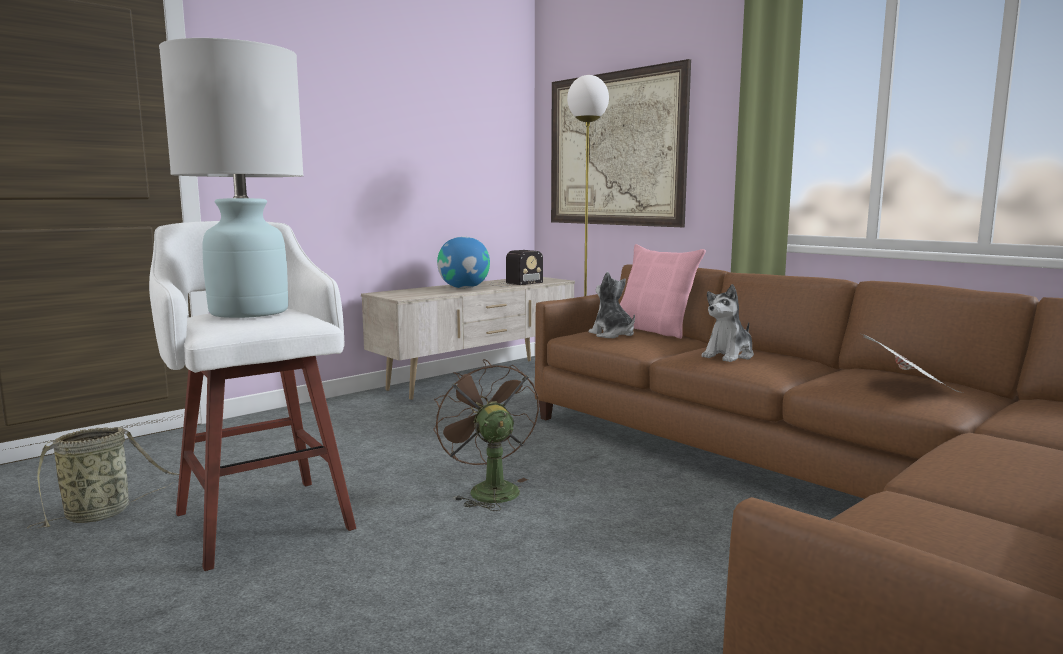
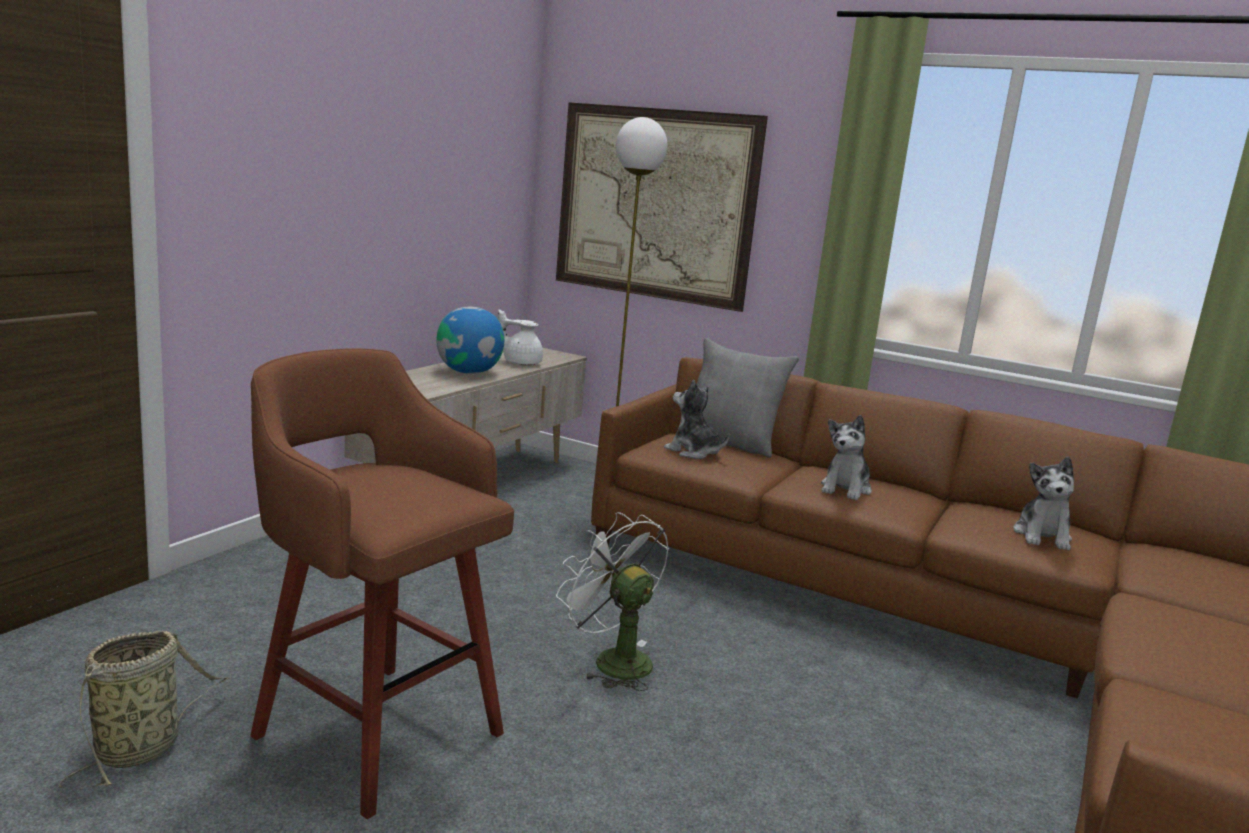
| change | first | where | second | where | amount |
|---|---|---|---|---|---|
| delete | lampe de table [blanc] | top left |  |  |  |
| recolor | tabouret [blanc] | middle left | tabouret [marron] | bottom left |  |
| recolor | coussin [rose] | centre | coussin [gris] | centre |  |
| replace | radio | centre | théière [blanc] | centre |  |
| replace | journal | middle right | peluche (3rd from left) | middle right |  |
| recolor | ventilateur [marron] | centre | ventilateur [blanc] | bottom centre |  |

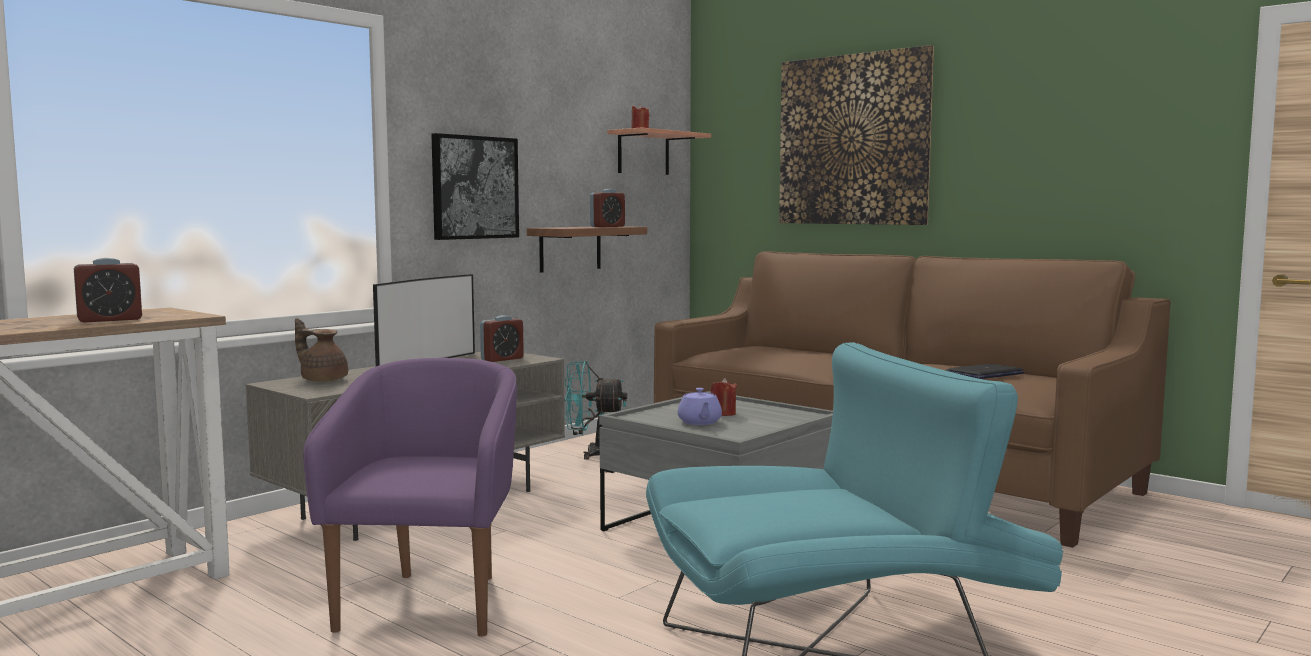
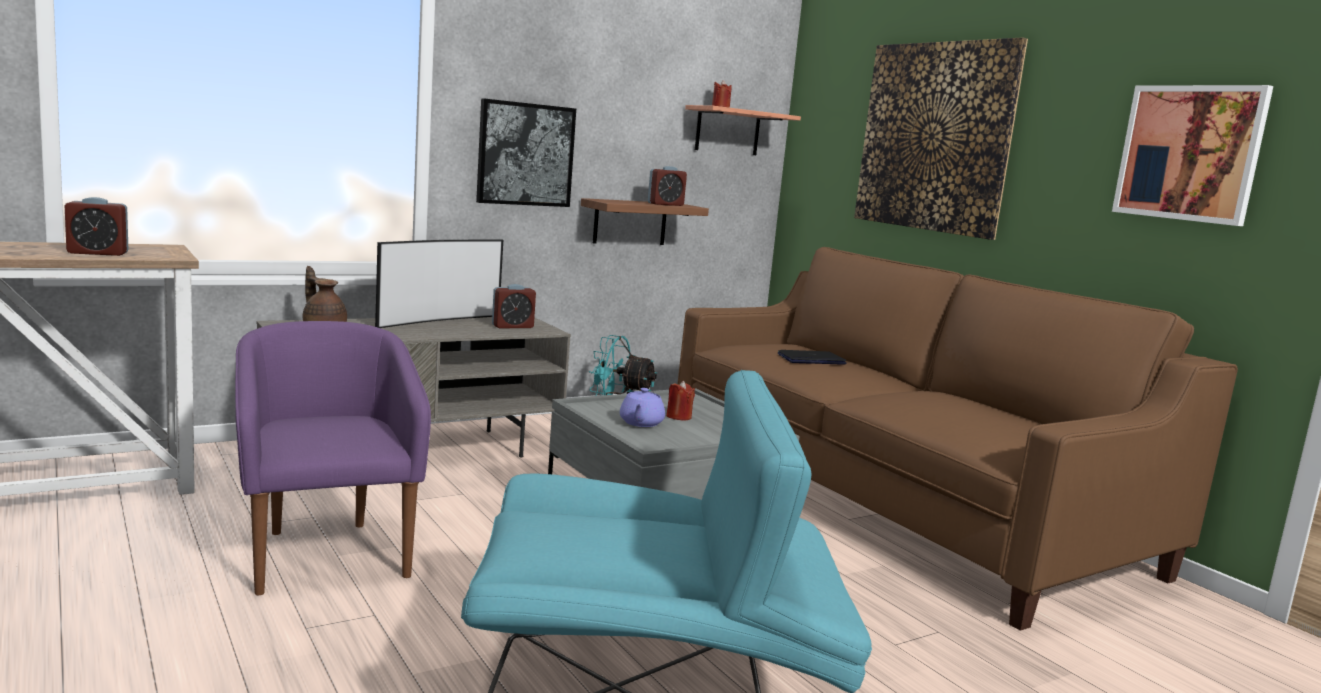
| change | first | where | second | where | amount |
|---|---|---|---|---|---|
| rotate | fauteuil [violet] | bottom left |  | middle left | 45 degrees counterclockwise |
| move | ordinateur portable | middle right |  | centre |  |
| insert |  |  | tableau (3rd from left) | top right |  |

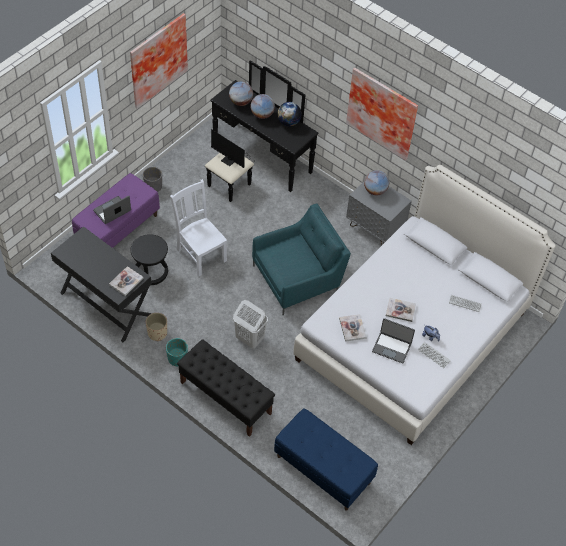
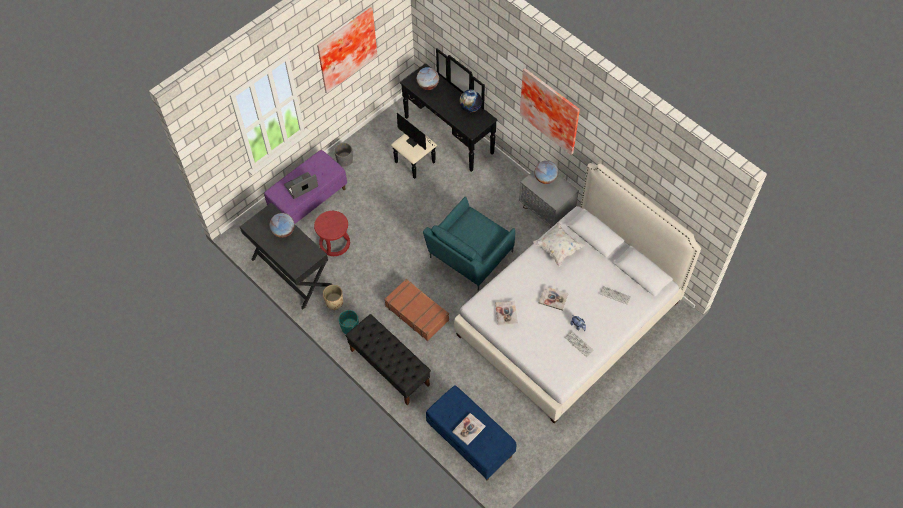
| change | first | where | second | where | amount |
|---|---|---|---|---|---|
| move | globe (2nd from left in the first image) | top centre | globe (1st from left) | middle left |  |
| delete | chaise [blanc] | centre |  |  |  |
| rotate | fauteuil [turquoise] | centre |  | centre | 150 degrees clockwise |
| recolor | tabouret [noir] | middle left | tabouret [rouge] | centre |  |
| move | livre (1st from left) | middle left |  | bottom centre |  |
| replace | panier à linge [blanc] | centre | valise [marron] | centre |  |
| delete | ordinateur portable (2nd from left) | middle right |  |  |  |
| insert |  |  | coussin [blanc] | centre |  |

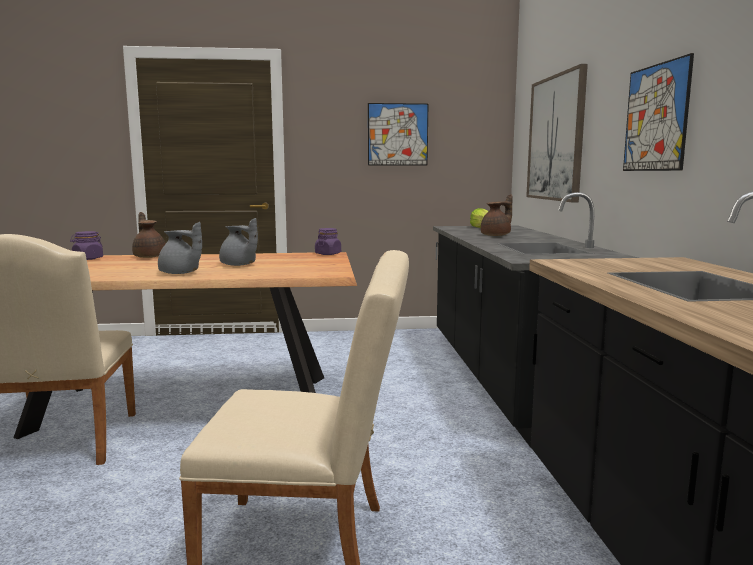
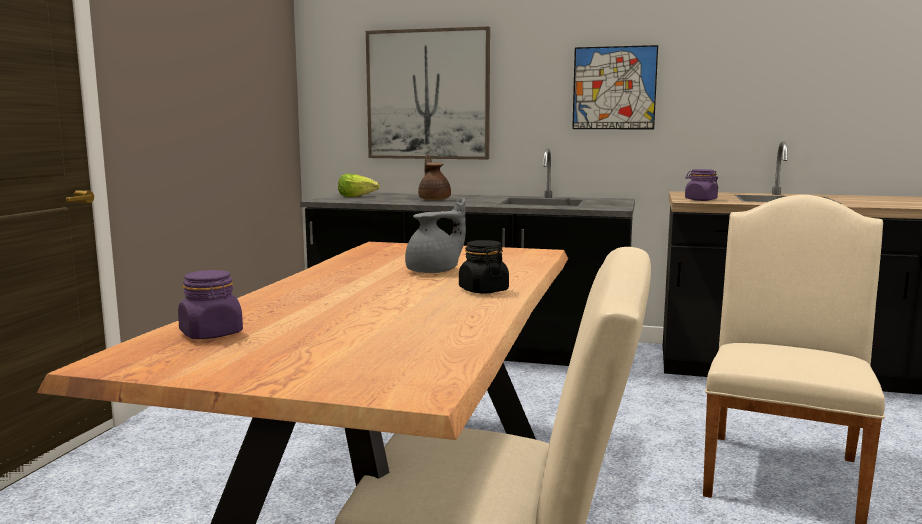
| change | first | where | second | where | amount |
|---|---|---|---|---|---|
| delete | tableau (1st from left) | top centre |  |  |  |
| delete | théière [marron] (1st from left) | middle left |  |  |  |
| replace | théière [gris] (1st from left) | middle left | bocal [noir] | centre |  |
| move | bocal [violet] (2nd from left) | centre |  | middle right |  |

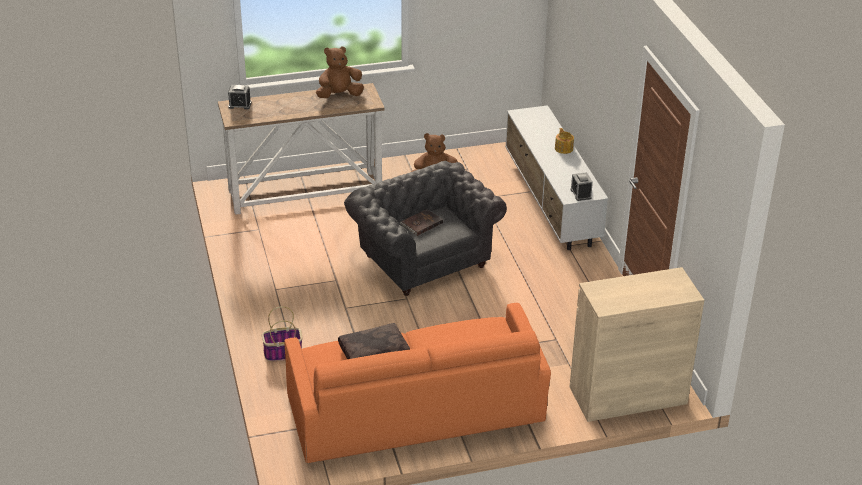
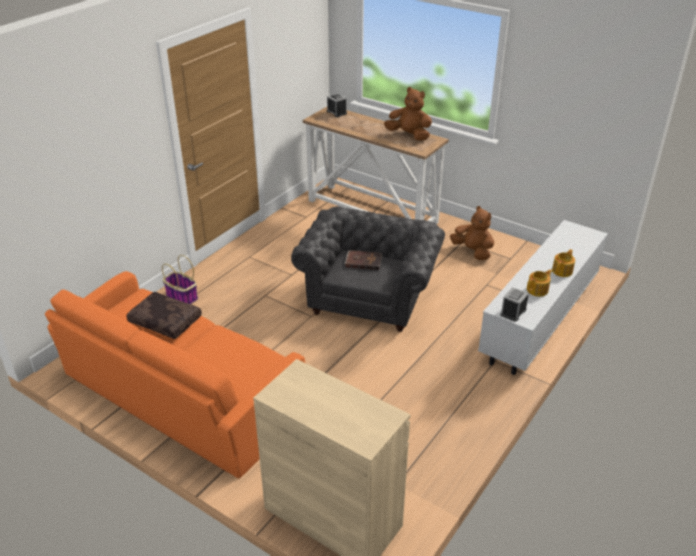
| change | first | where | second | where | amount |
|---|---|---|---|---|---|
| insert |  |  | théière (1st from left) | middle right |  |

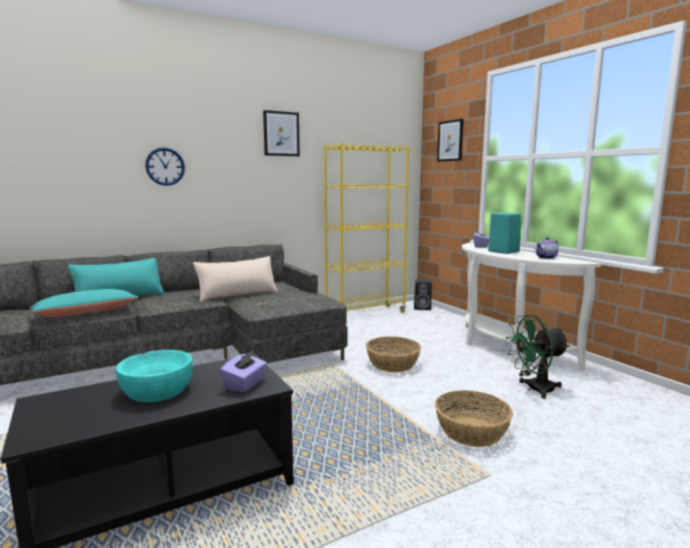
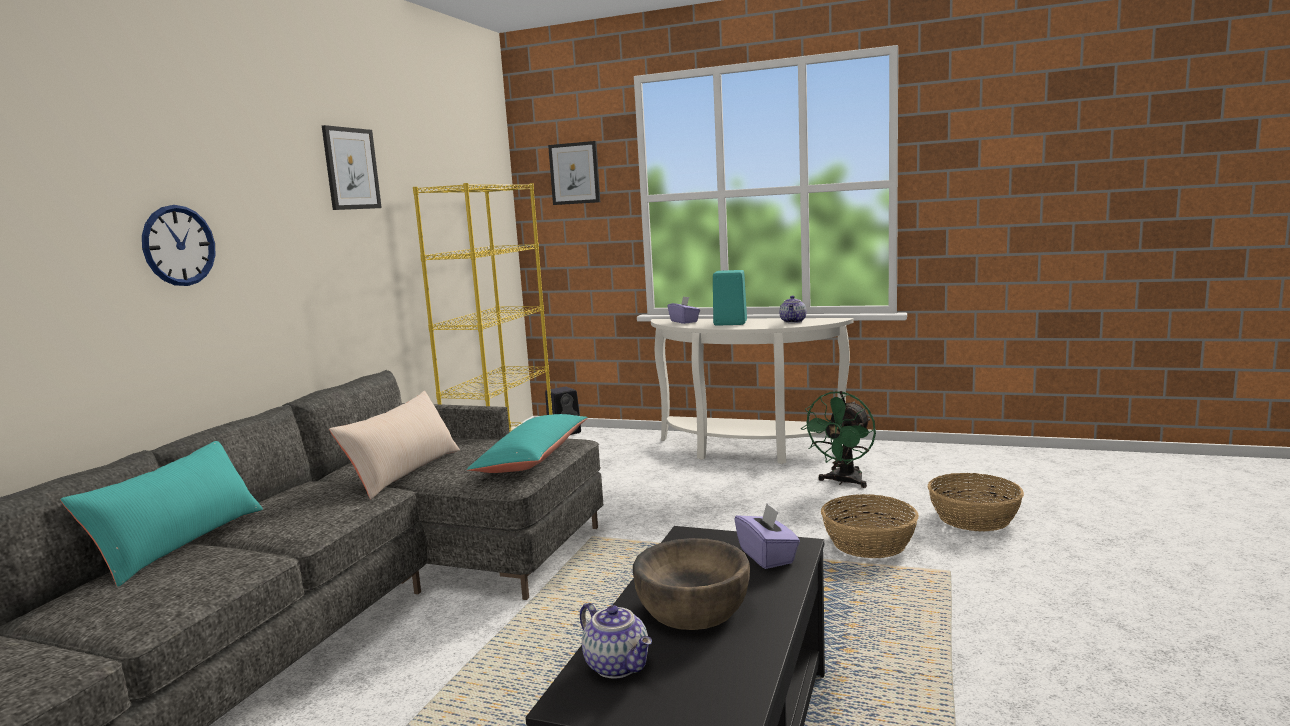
| change | first | where | second | where | amount |
|---|---|---|---|---|---|
| move | coussin [turquoise] (1st from left in the first image) | middle left | coussin [turquoise] (2nd from left) | centre |  |
| move | panier (1st from left in the first image) | centre | panier (2nd from left) | bottom right |  |
| recolor | bol [turquoise] | bottom left | bol [marron] | bottom centre |  |
| insert |  |  | théière (1st from left) | bottom centre |  |

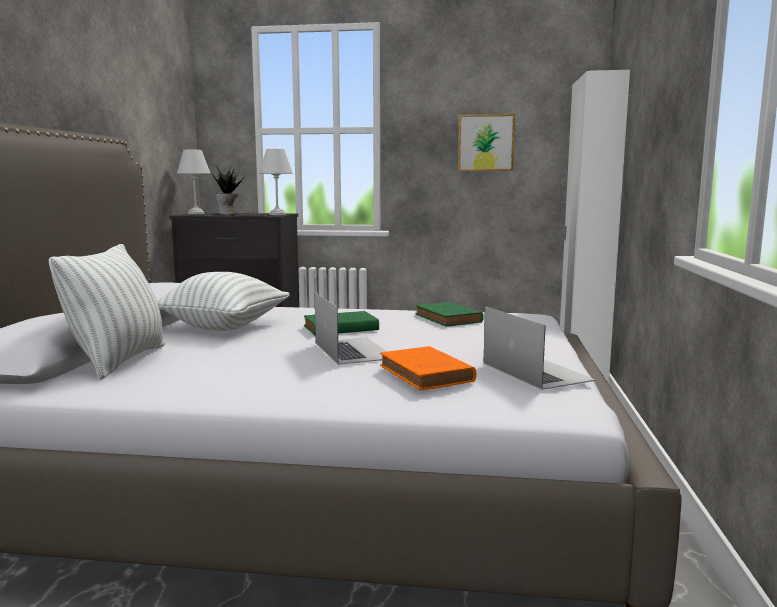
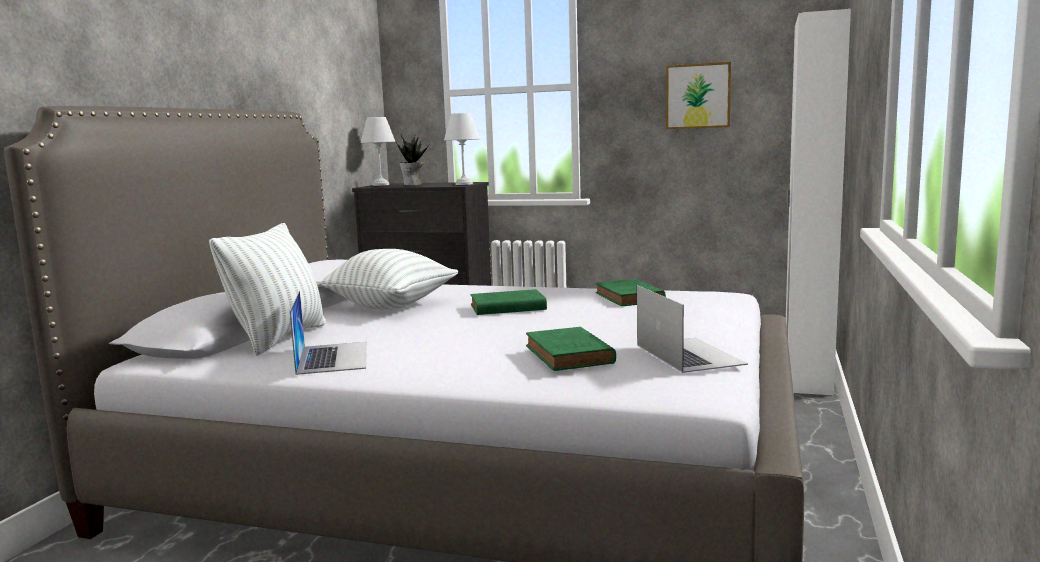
| change | first | where | second | where | amount |
|---|---|---|---|---|---|
| move | ordinateur portable (1st from left) | centre |  | middle left |  |
| recolor | livre [orange] | centre | livre [vert] (2nd from left) | centre |  |

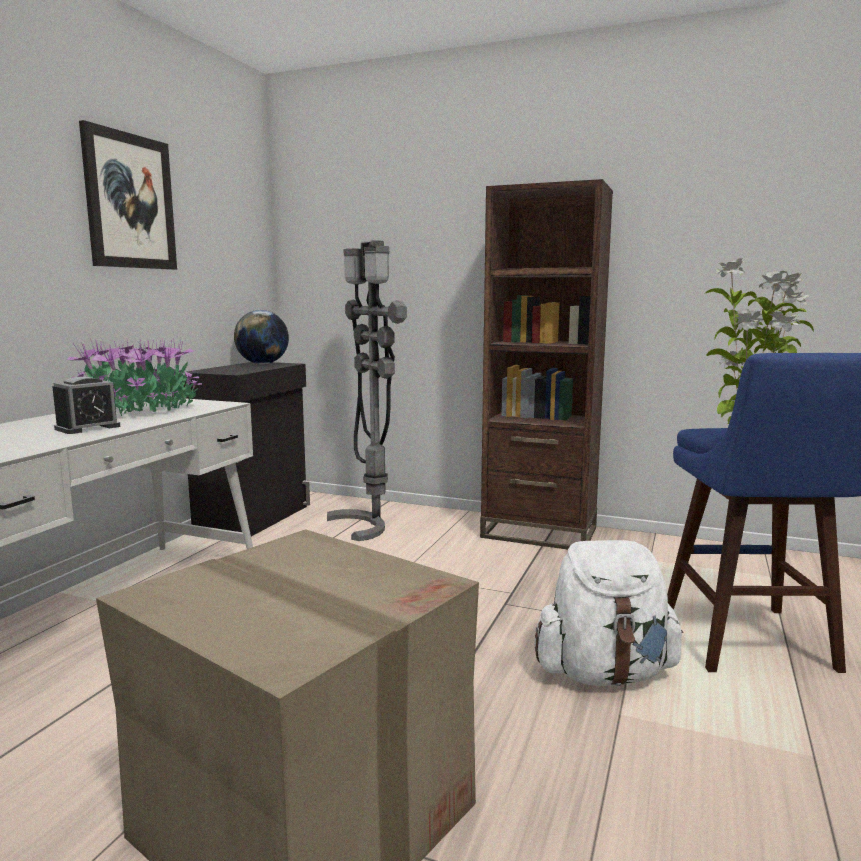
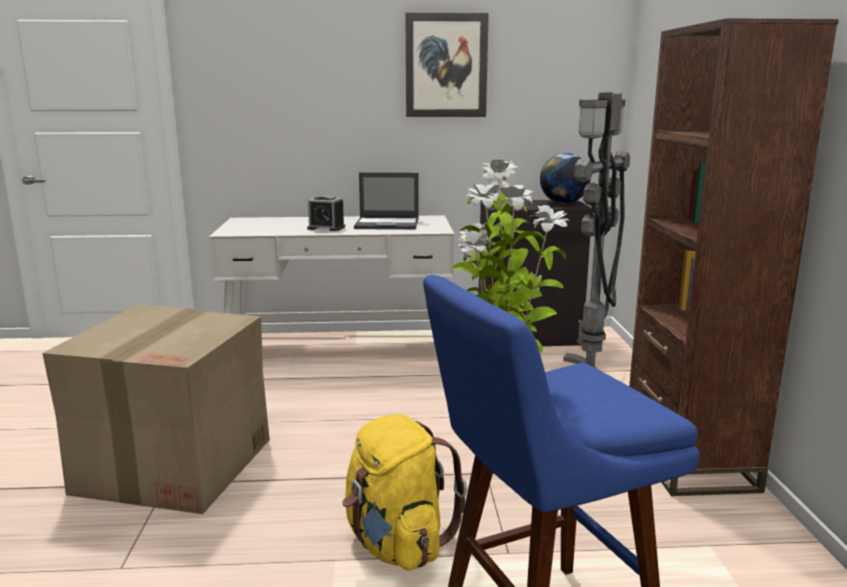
| change | first | where | second | where | amount |
|---|---|---|---|---|---|
| replace | plante en pot (1st from left) | middle left | ordinateur portable | centre |  |
| recolor | sac à dos [blanc] | bottom right | sac à dos [jaune] | bottom centre |  |

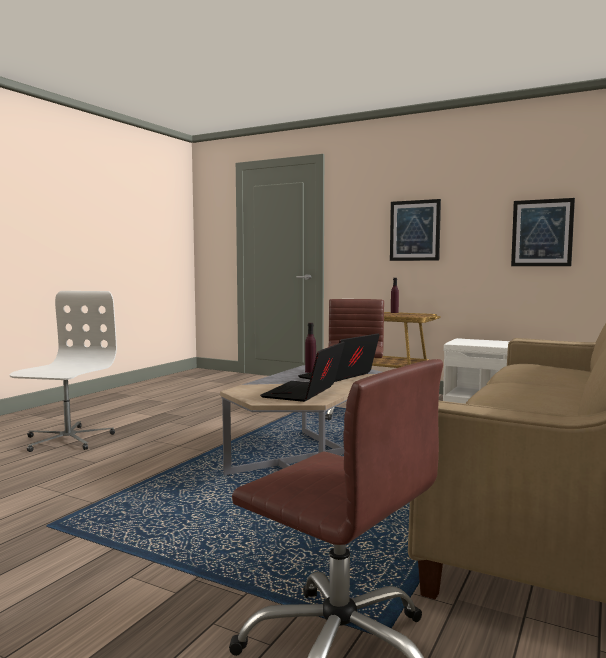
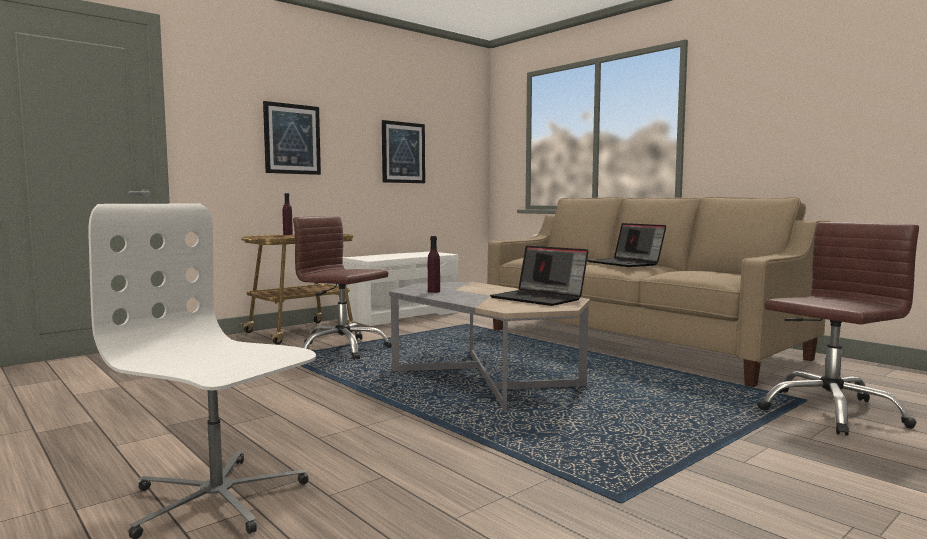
| change | first | where | second | where | amount |
|---|---|---|---|---|---|
| move | ordinateur portable (2nd from left) | centre |  | middle right |  |

